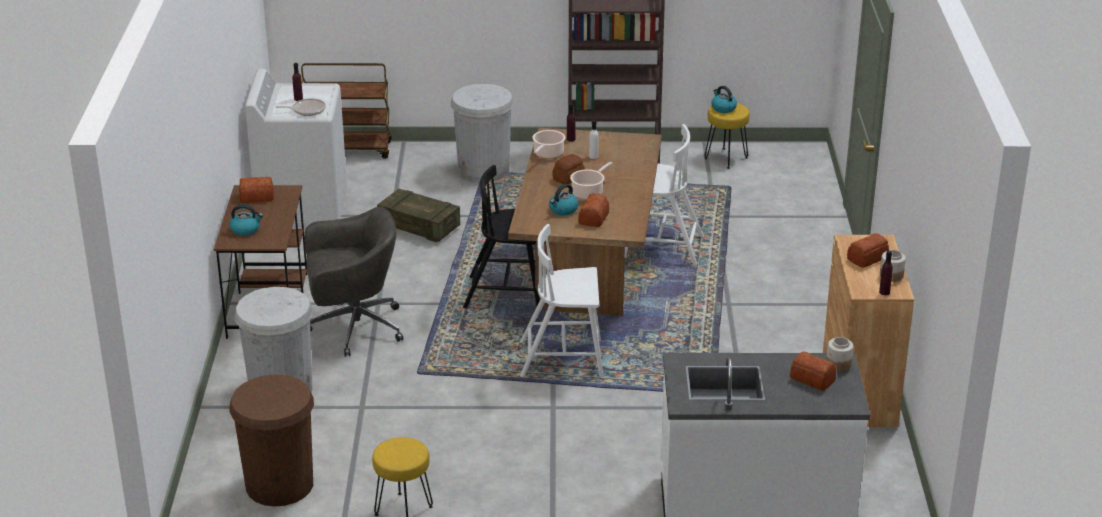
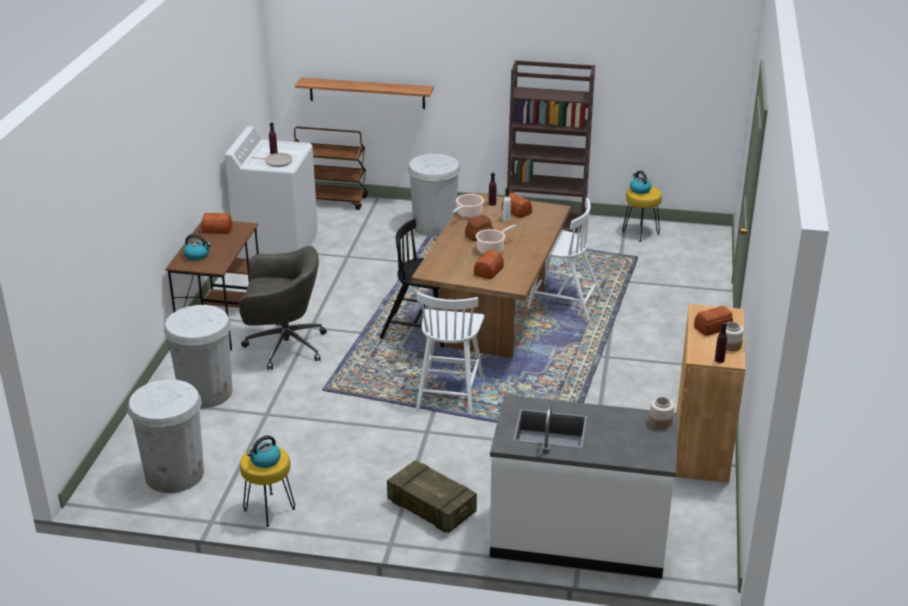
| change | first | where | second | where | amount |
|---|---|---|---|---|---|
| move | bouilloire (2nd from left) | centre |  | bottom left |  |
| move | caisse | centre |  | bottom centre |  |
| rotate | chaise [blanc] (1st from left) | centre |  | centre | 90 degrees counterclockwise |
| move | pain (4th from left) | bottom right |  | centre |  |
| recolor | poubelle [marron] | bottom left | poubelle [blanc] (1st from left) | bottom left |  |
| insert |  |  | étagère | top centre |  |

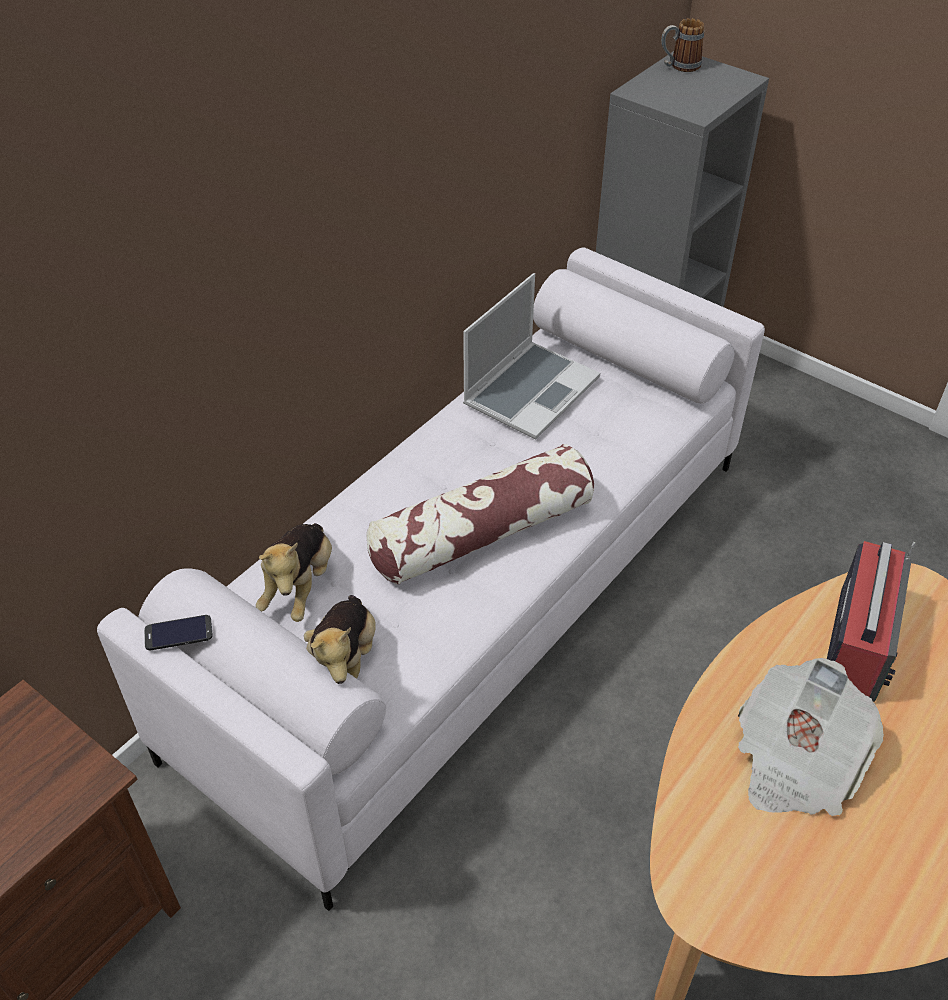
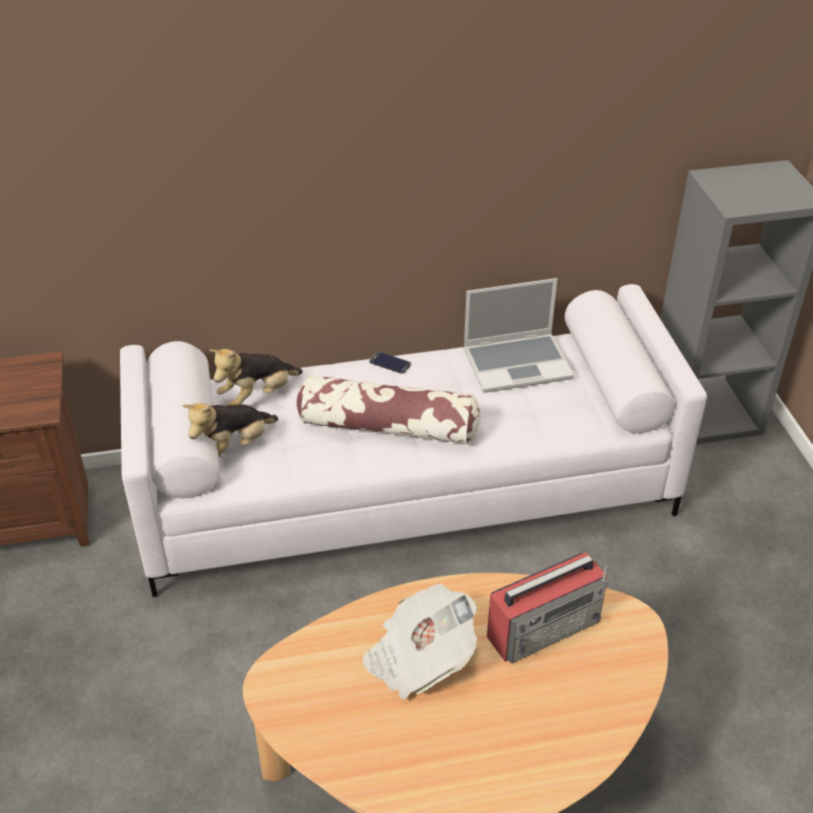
| change | first | where | second | where | amount |
|---|---|---|---|---|---|
| delete | mug | top right |  |  |  |
| move | téléphone | middle left |  | centre |  |

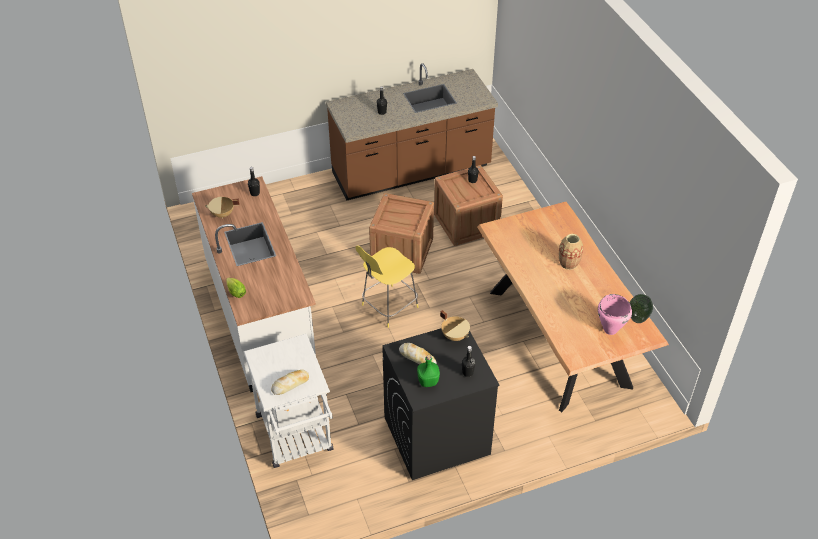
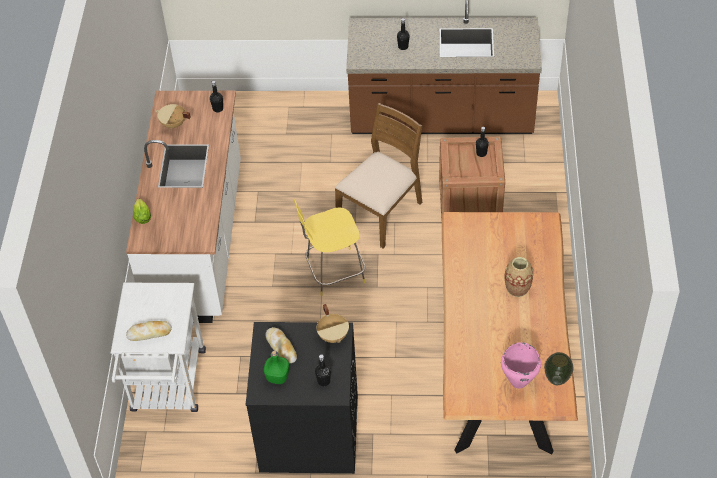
| change | first | where | second | where | amount |
|---|---|---|---|---|---|
| replace | caisse (1st from left) | centre | chaise [marron] | centre |  |

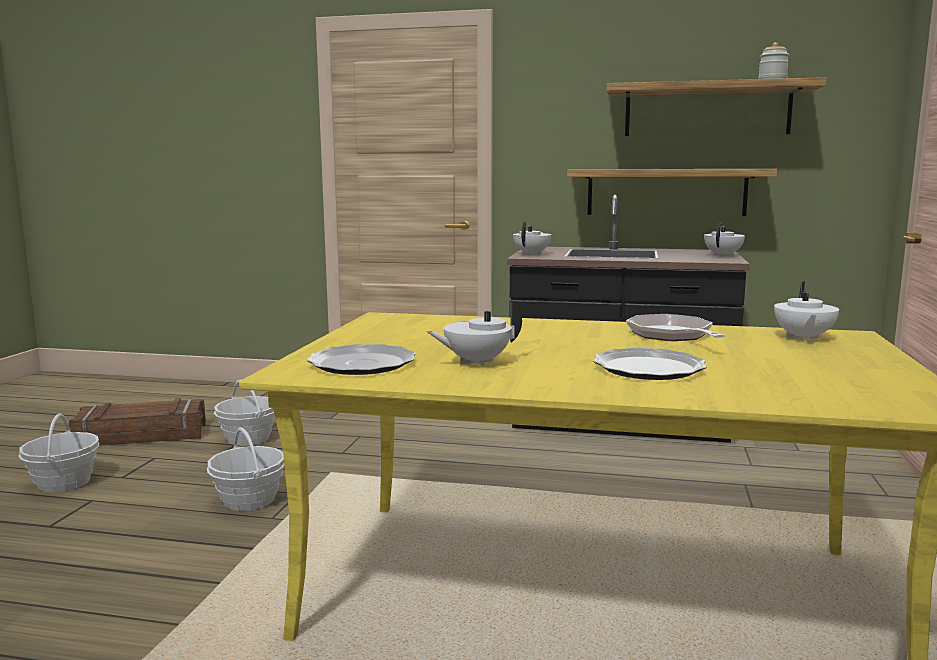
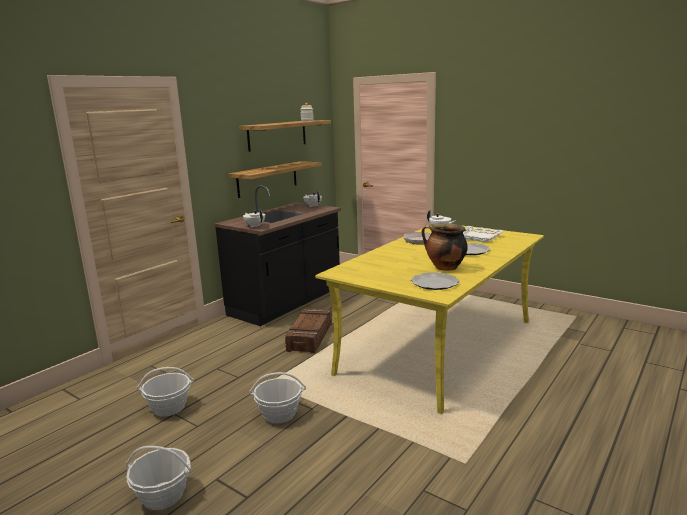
| change | first | where | second | where | amount |
|---|---|---|---|---|---|
| replace | théière [blanc] (1st from left) | centre | marmite | centre |  |
| move | caisse | middle left |  | centre |  |
| insert |  |  | plateau [blanc] | middle right |  |

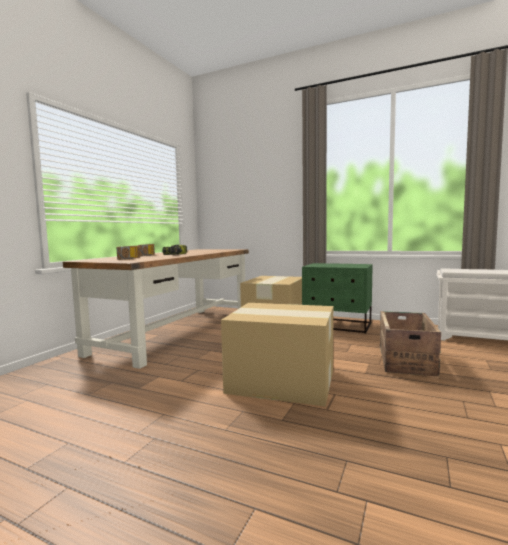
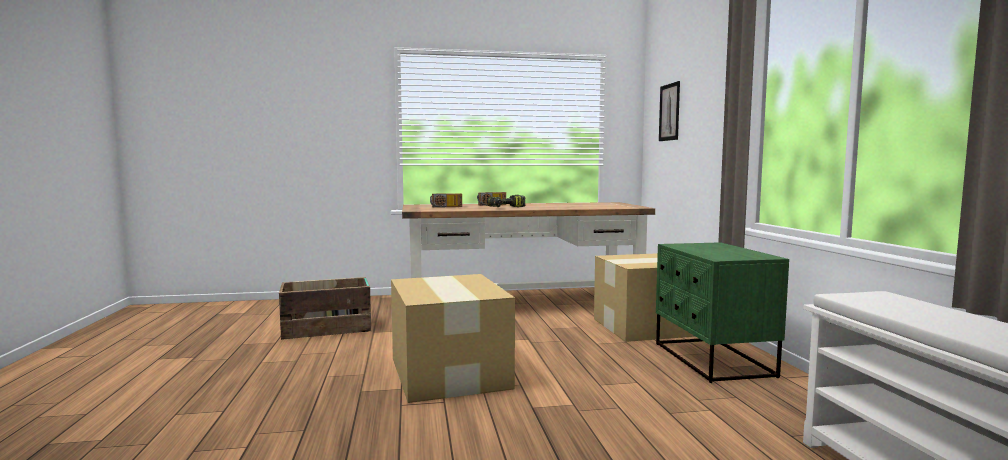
| change | first | where | second | where | amount |
|---|---|---|---|---|---|
| move | caisse | middle right |  | bottom left |  |
| insert |  |  | tableau | top centre |  |

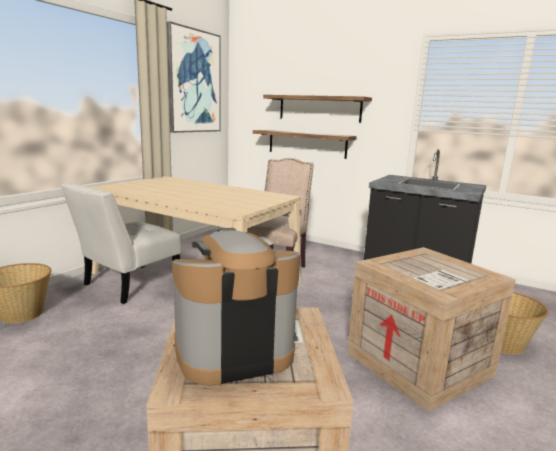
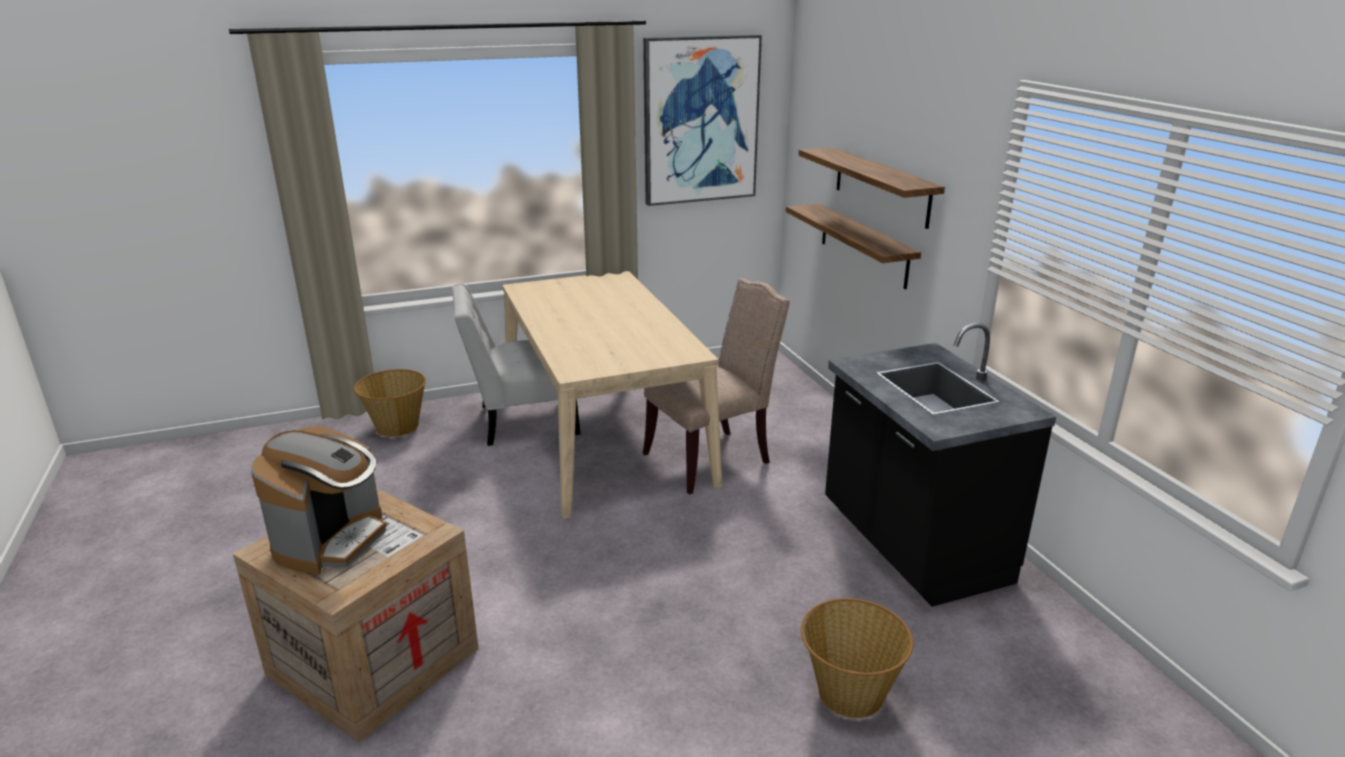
| change | first | where | second | where | amount |
|---|---|---|---|---|---|
| rotate | machine à café | bottom centre |  | middle left | 90 degrees clockwise |
| delete | caisse (2nd from left) | bottom right |  |  |  |

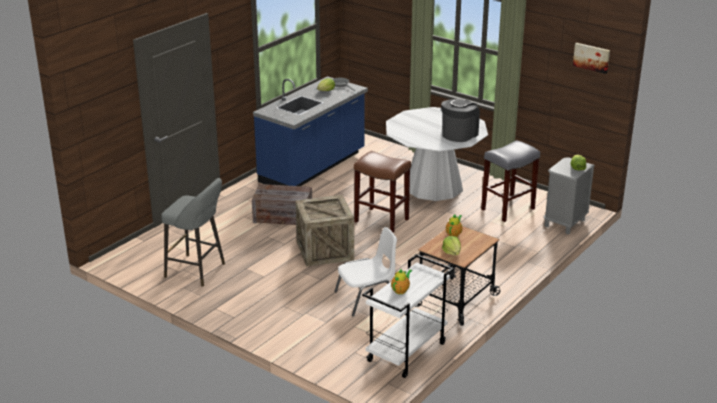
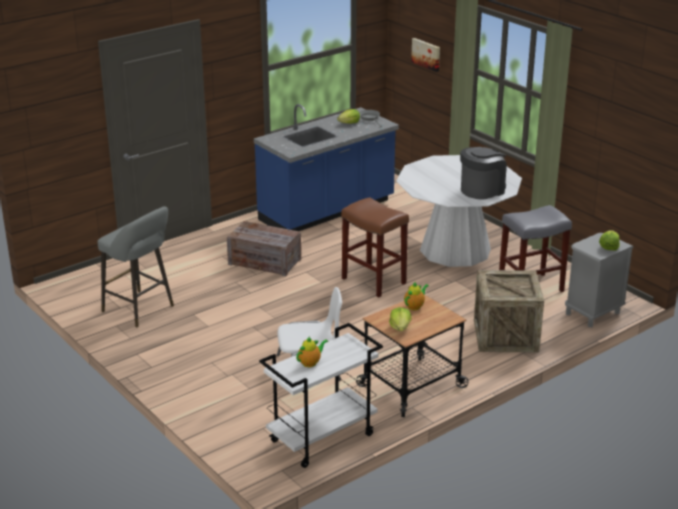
| change | first | where | second | where | amount |
|---|---|---|---|---|---|
| move | tableau | top right |  | top centre |  |
| move | caisse (2nd from left) | centre |  | middle right |  |

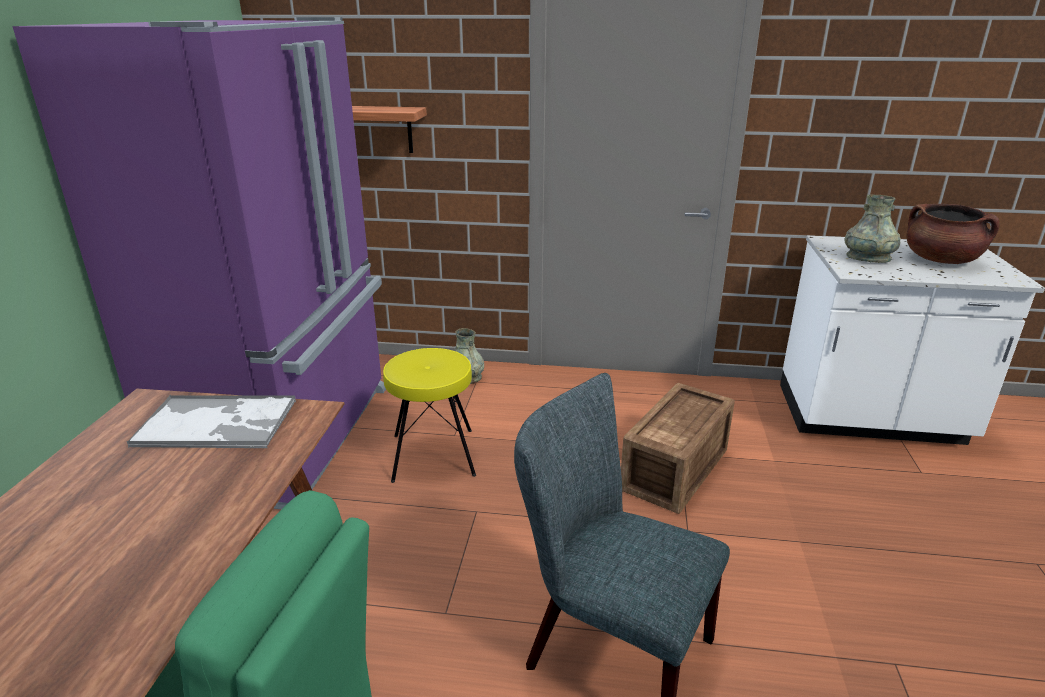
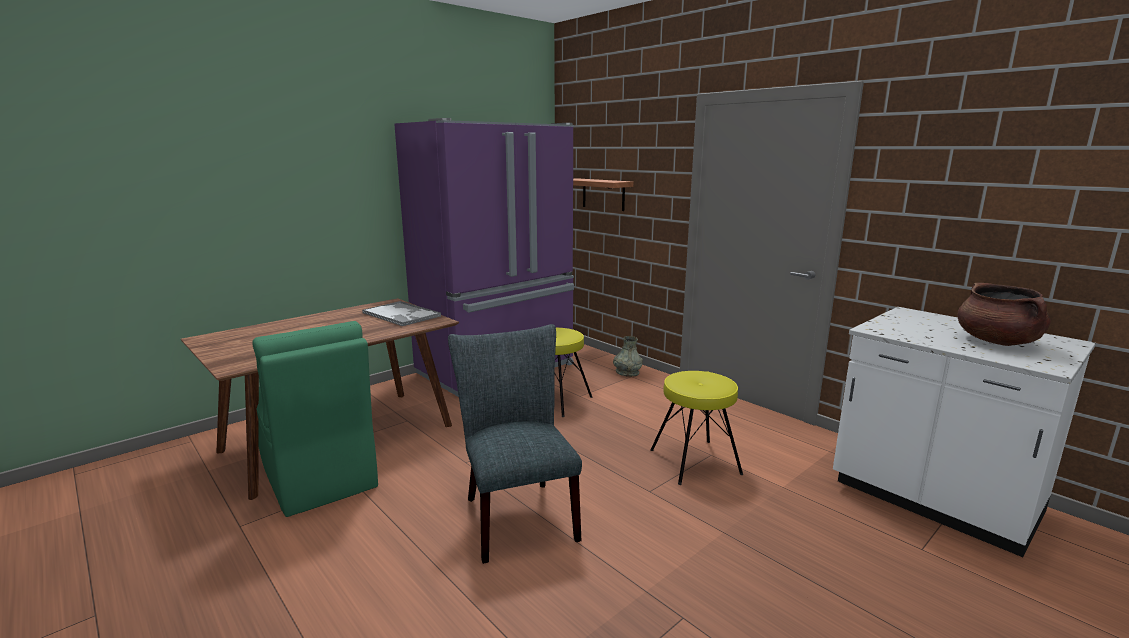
| change | first | where | second | where | amount |
|---|---|---|---|---|---|
| delete | vase [gris] (2nd from left) | top right |  |  |  |
| replace | caisse | centre | tabouret [jaune] (2nd from left) | bottom centre |  |

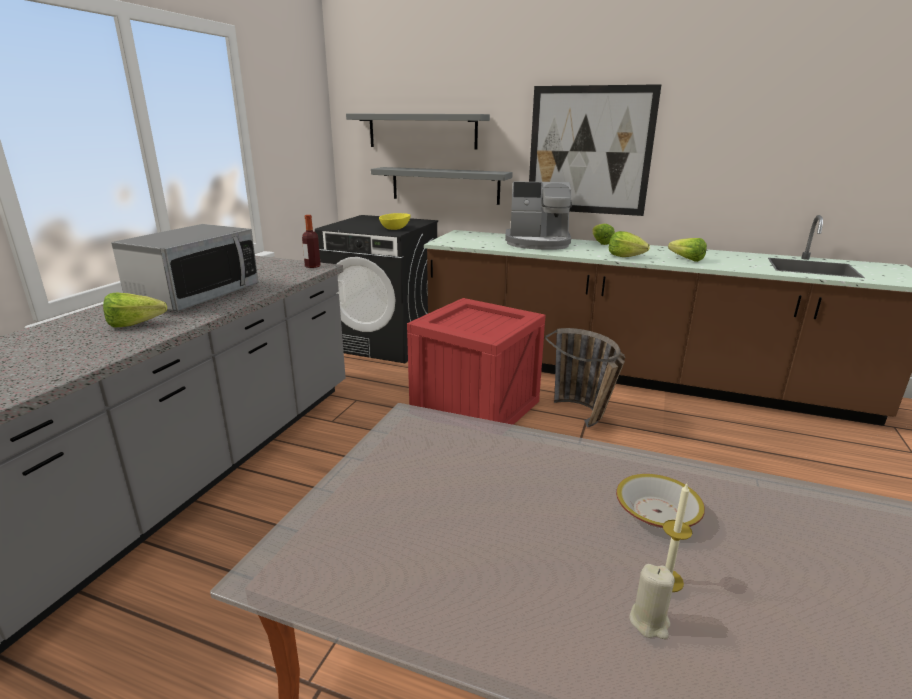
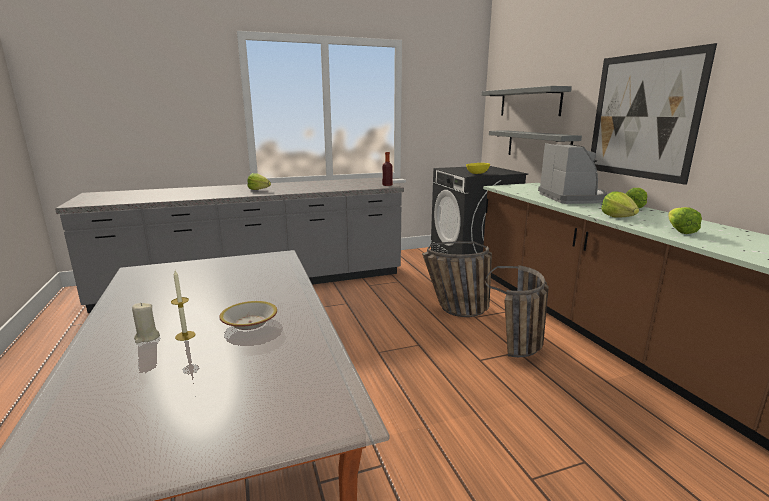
| change | first | where | second | where | amount |
|---|---|---|---|---|---|
| rotate | machine à café | top centre |  | middle right | 150 degrees counterclockwise |
| delete | micro-ondes | middle left |  |  |  |
| replace | caisse | centre | panier (1st from left) | centre |  |

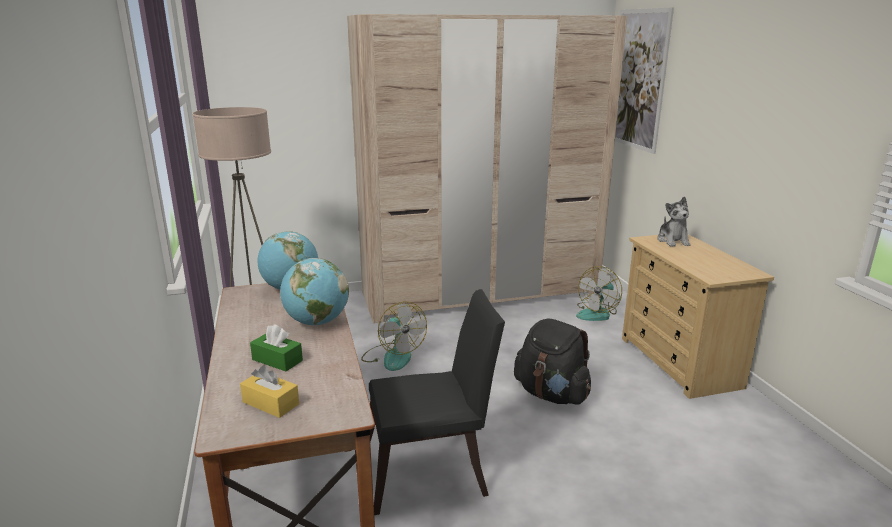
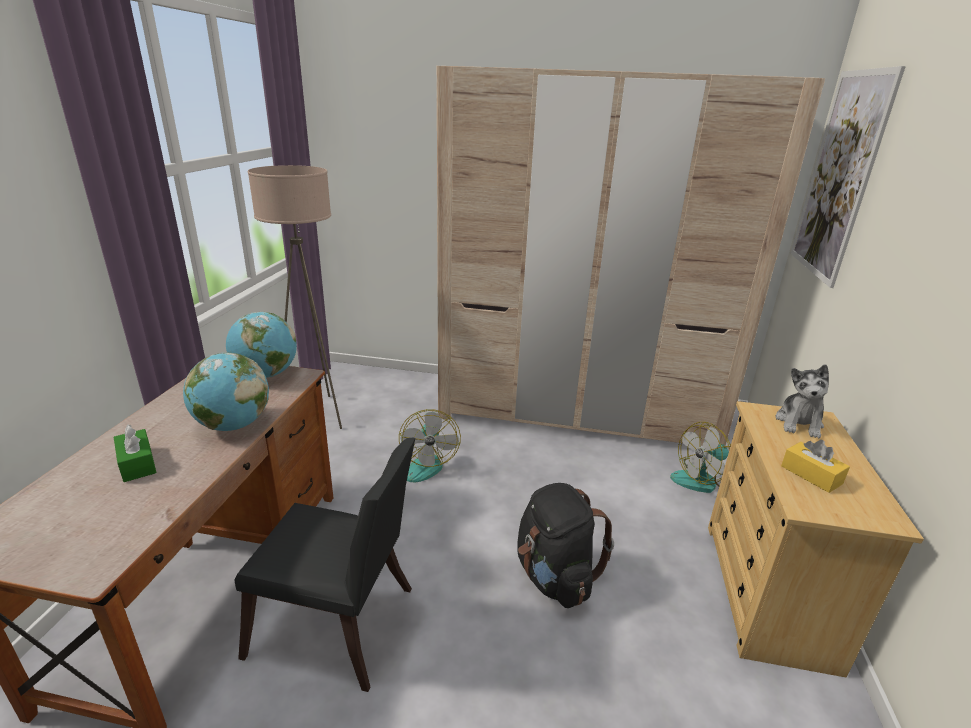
| change | first | where | second | where | amount |
|---|---|---|---|---|---|
| move | boîte à mouchoirs [jaune] | bottom left |  | middle right |  |

